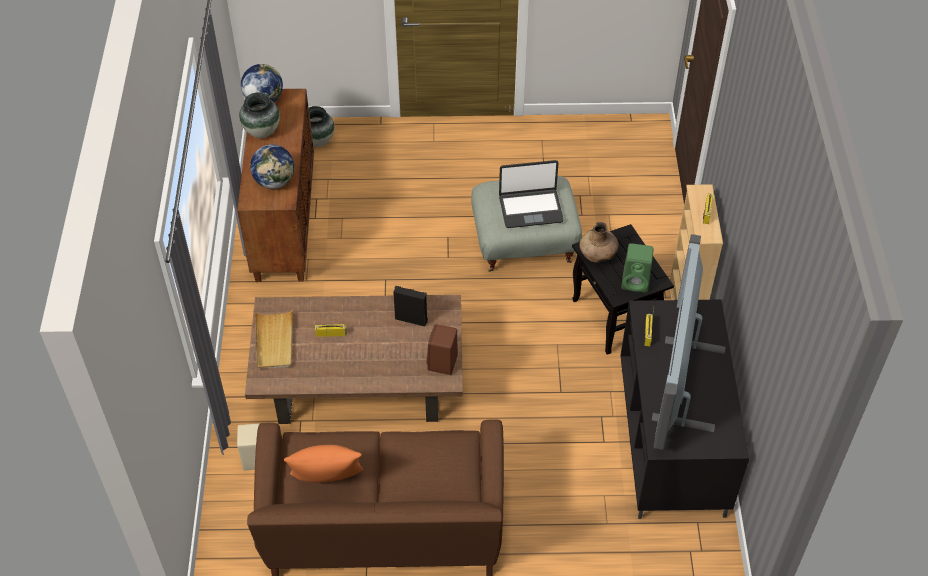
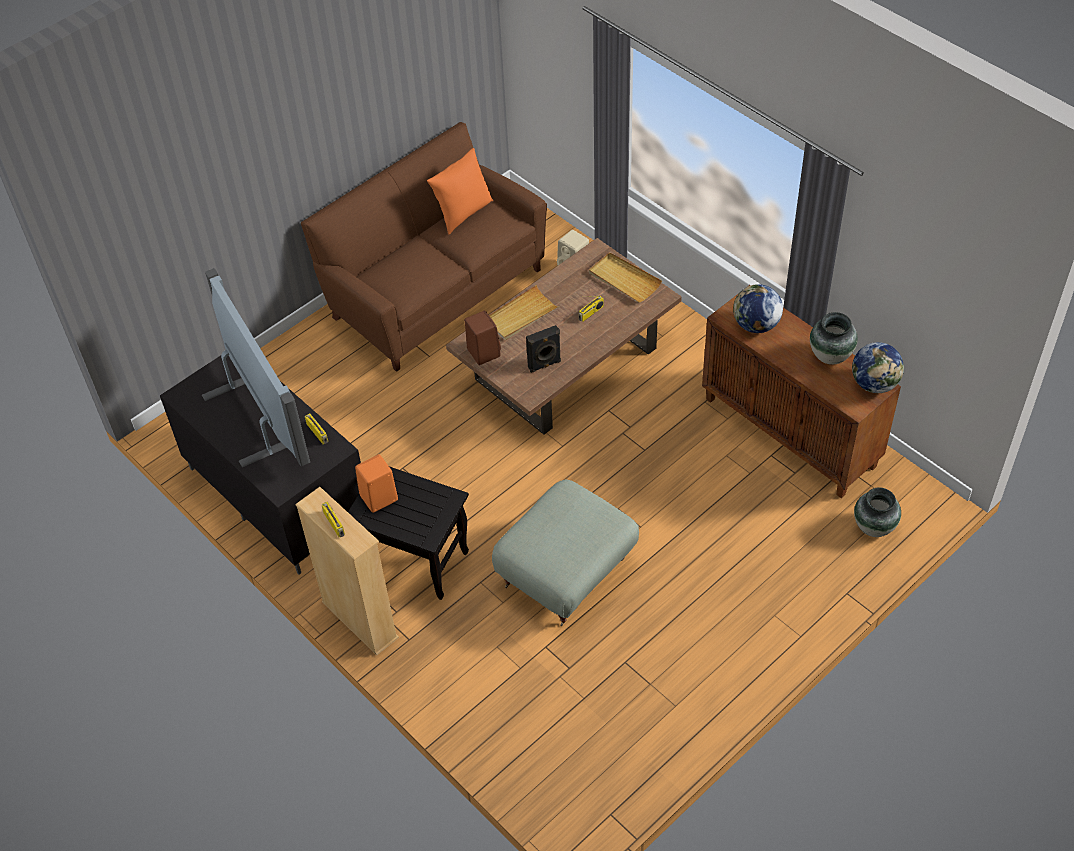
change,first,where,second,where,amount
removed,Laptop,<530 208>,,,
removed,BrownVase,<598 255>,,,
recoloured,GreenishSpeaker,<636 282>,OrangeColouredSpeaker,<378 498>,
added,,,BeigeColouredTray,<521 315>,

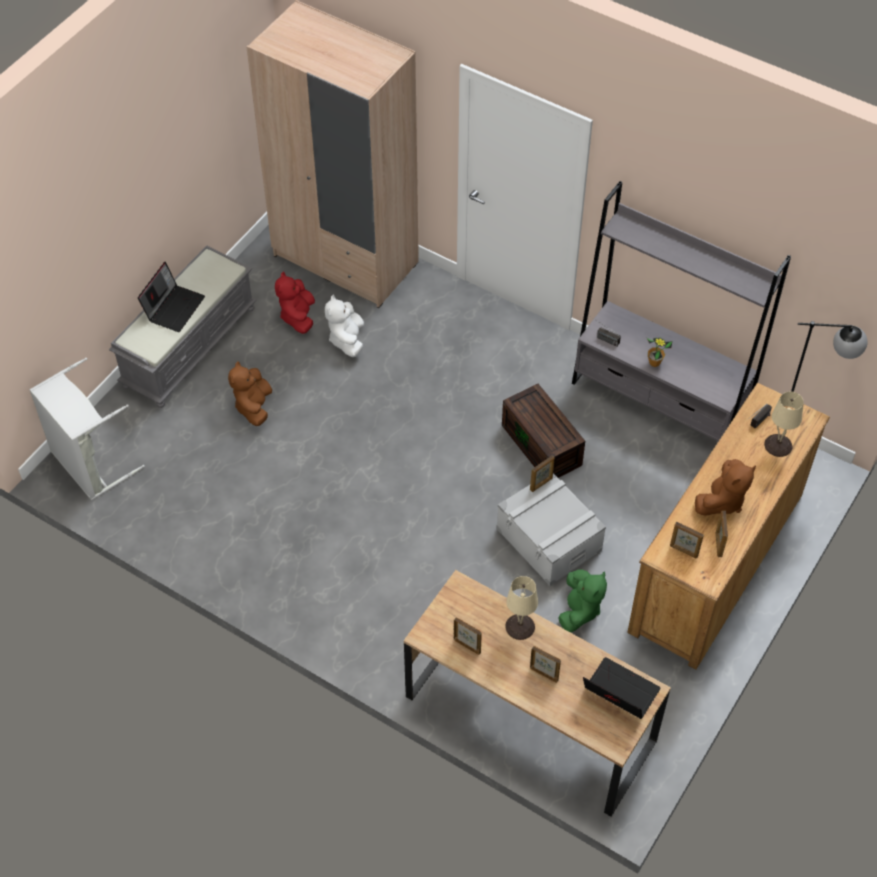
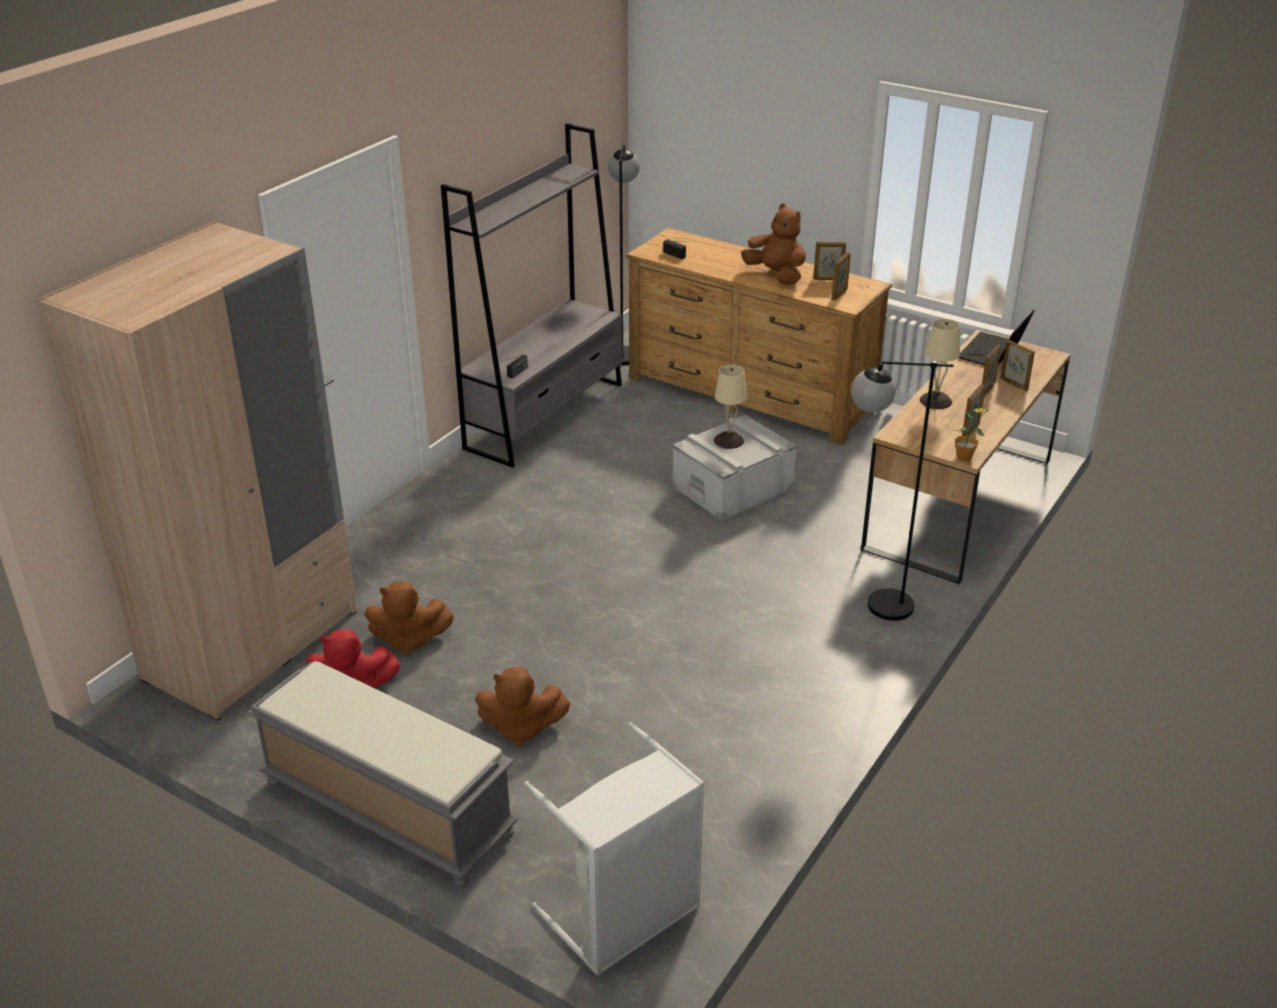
change,first,where,second,where,amount
removed,Laptop,<174 307>,,,
recoloured,WhiteCuddlyToy,<347 340>,BrownCuddlyToy,<409 640>,
moved,PottedPlant,<654 363>,,<964 457>,
removed,BrownStorageBox,<543 445>,,,
moved,BeigeColouredLampForATable,<778 445>,,<728 440>,
moved,PhotoFrame,<541 484>,,<1014 384>,
removed,GreenishCuddlyToy,<579 610>,,,
added,,,BlackFloorLamp,<873 605>,

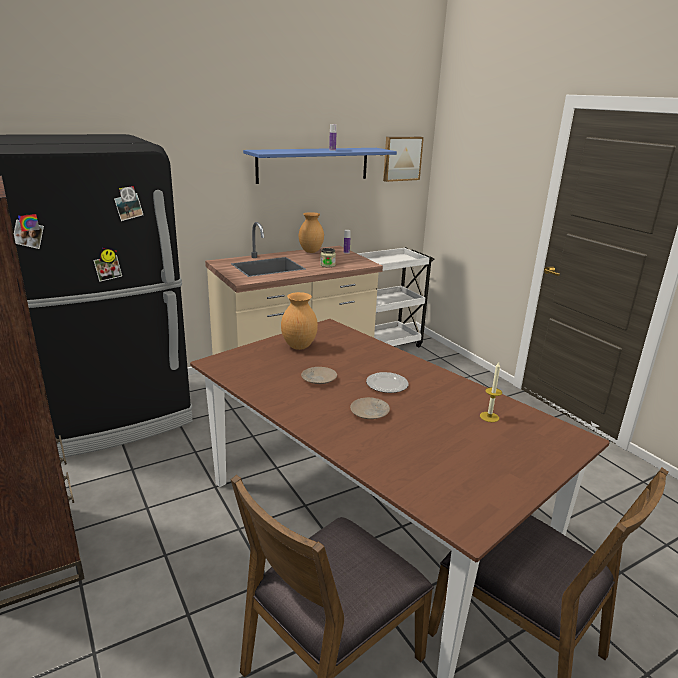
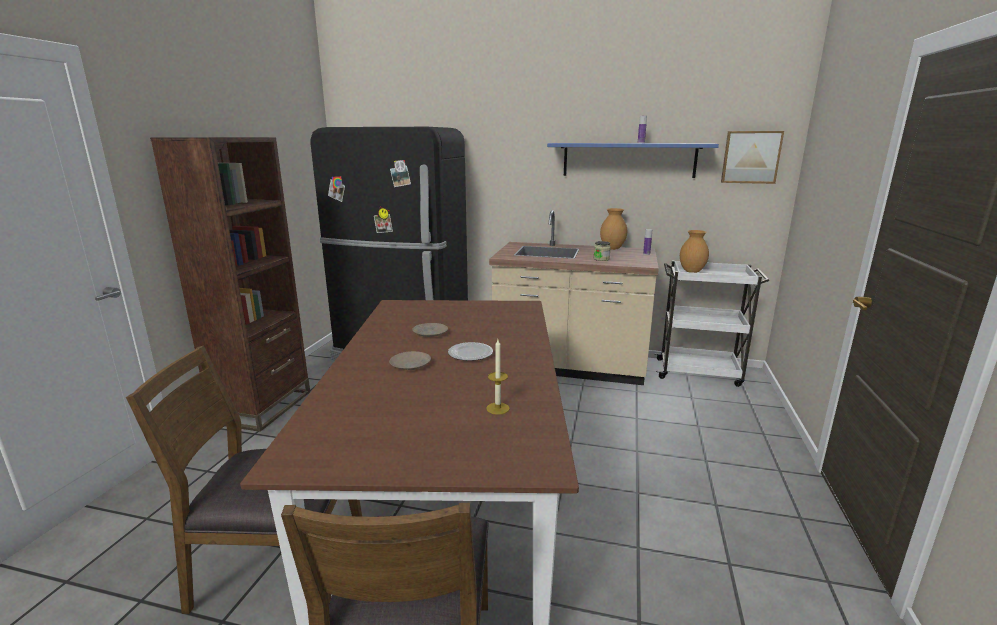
change,first,where,second,where,amount
moved,BrownVase,<299 346>,,<692 271>,

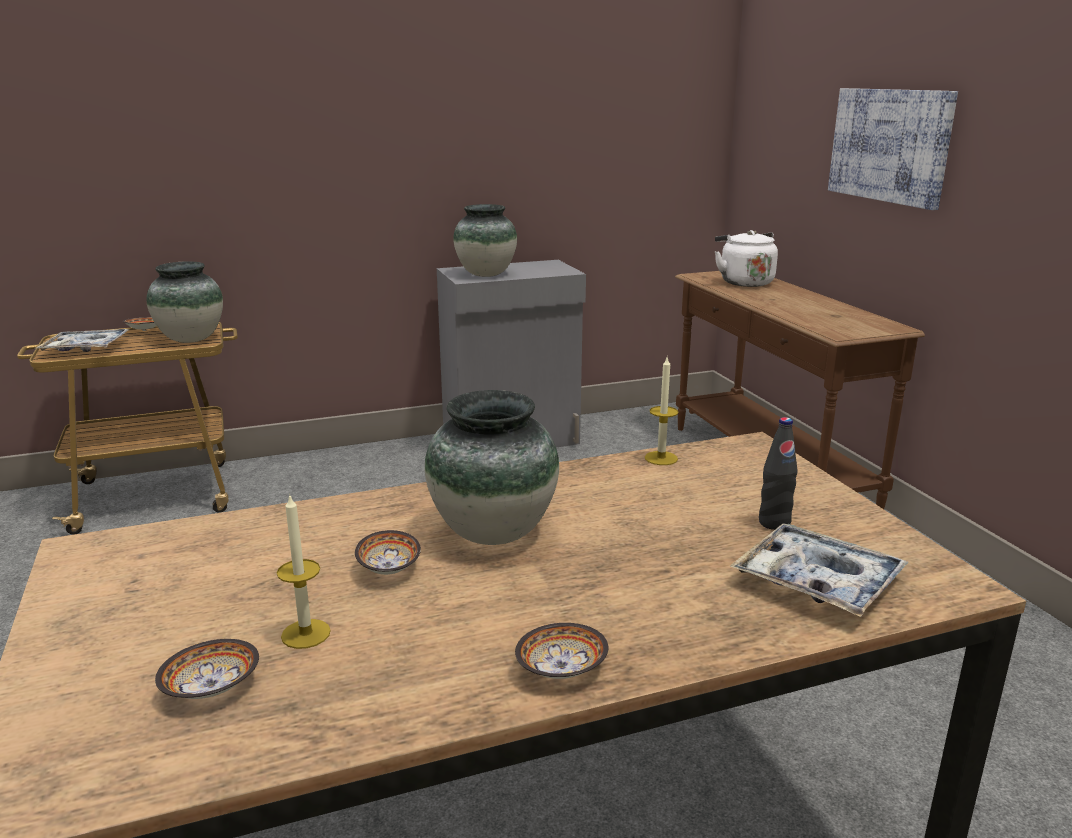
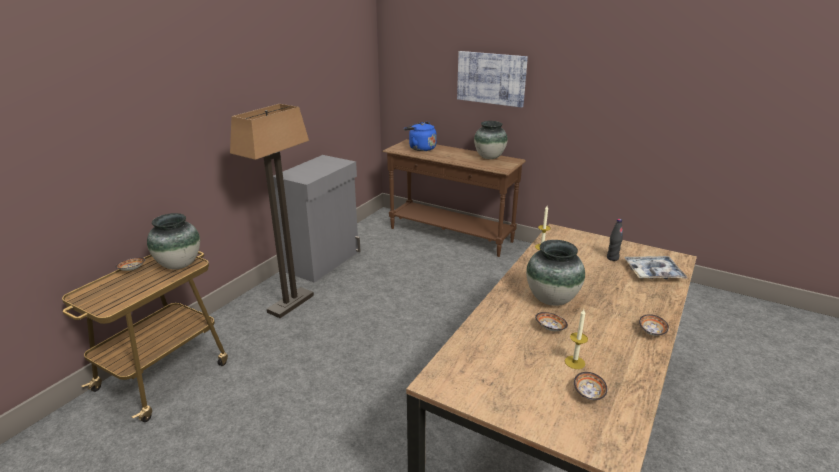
change,first,where,second,where,amount
moved,Vase,<485 274>,,<489 157>,
recoloured,WhiteTeaKettle,<744 282>,BlueColouredTeaKettle,<420 148>,
removed,Tray,<86 348>,,,
added,,,FloorLamp,<291 303>,

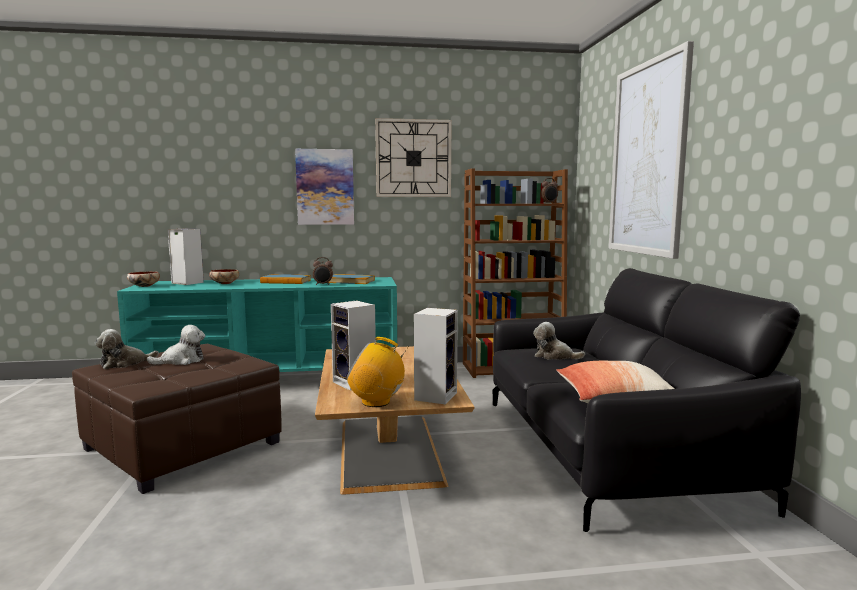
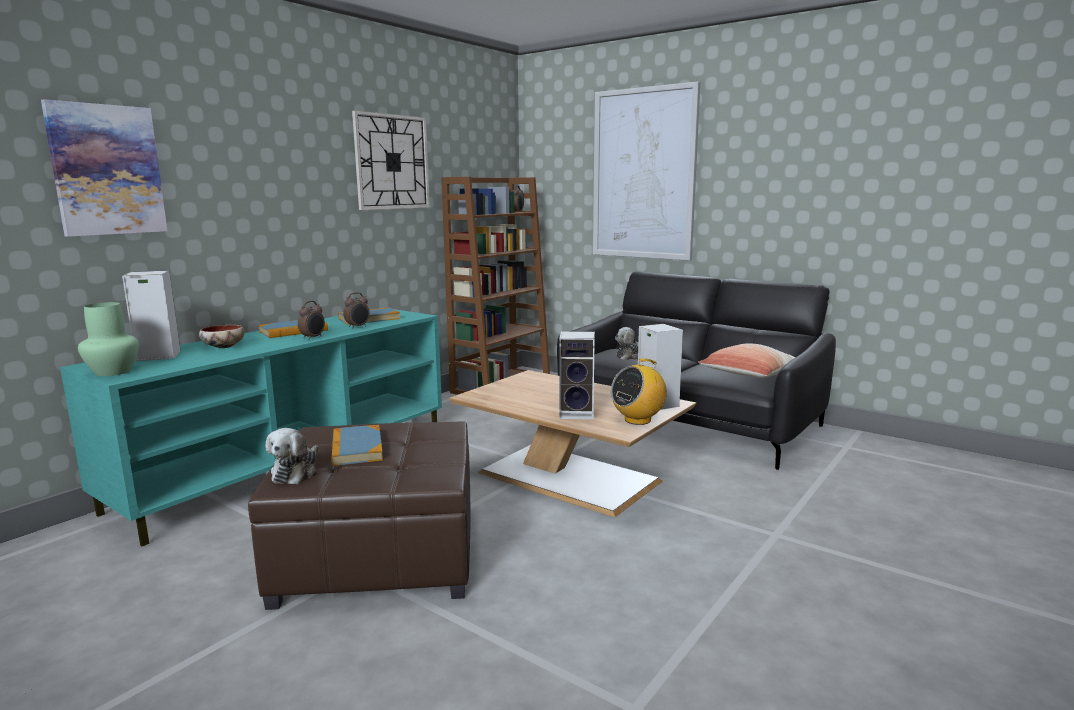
change,first,where,second,where,amount
moved,Picture,<325 187>,,<107 170>,
replaced,Bowl,<144 286>,GreenishVase,<114 372>,
replaced,CuddlyToy,<181 361>,Volume,<357 448>,
added,,,BedsideClock,<313 338>,

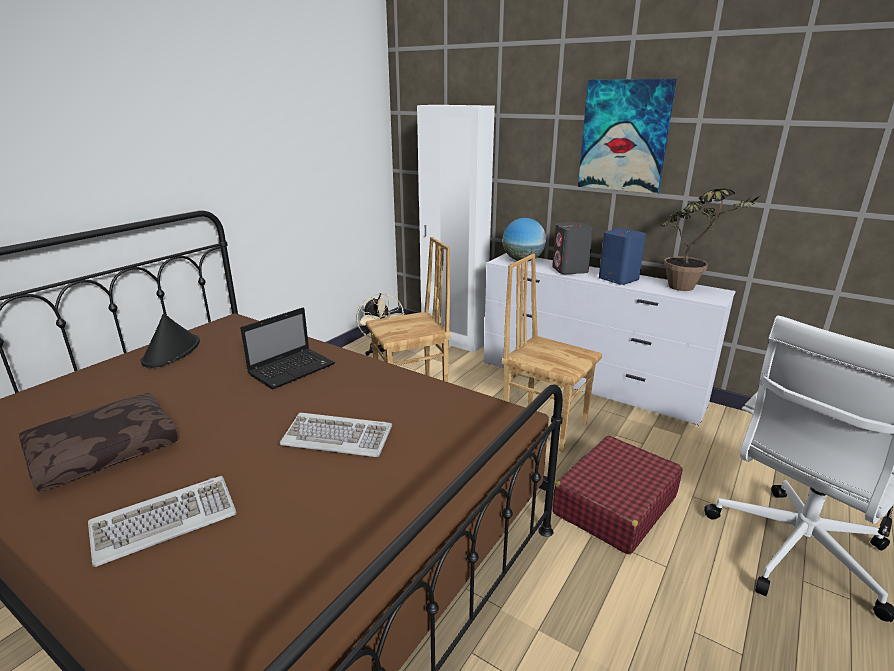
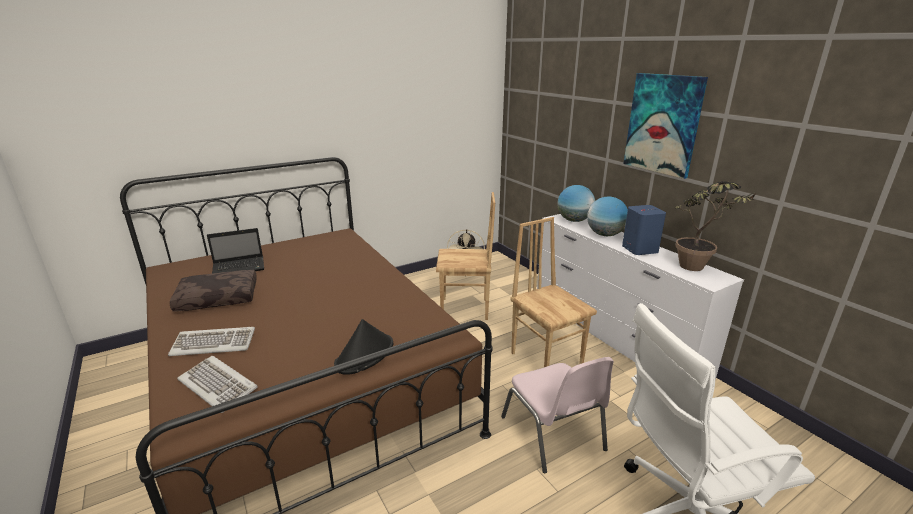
change,first,where,second,where,amount
removed,WhiteWardrobe,<453 341>,,,
replaced,GreySpeaker,<570 270>,WorldGlobe,<605 235>,
moved,Laptop,<293 369>,,<240 267>,
moved,BlackClothingHat,<172 352>,,<365 354>,
moved,Keyboard,<338 437>,,<219 385>,
replaced,ReddishPieceOfLuggage,<614 505>,PinkColouredPlainChair,<553 434>,

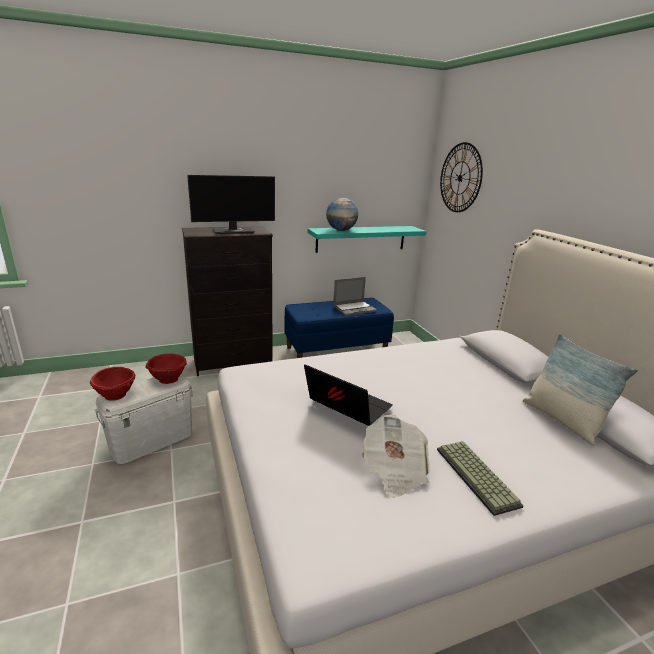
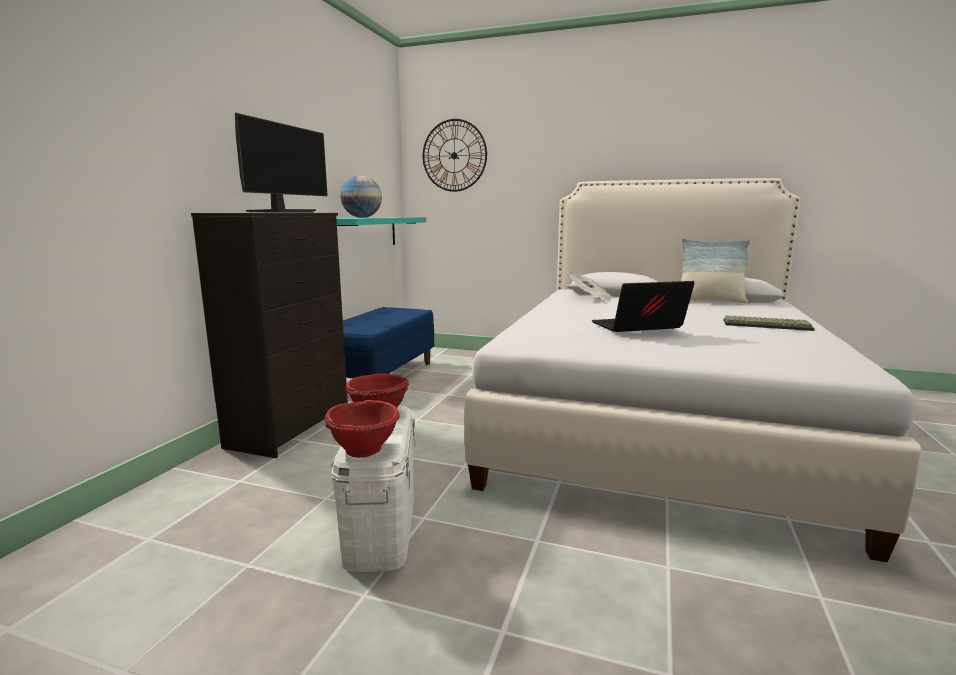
change,first,where,second,where,amount
removed,Laptop,<354 309>,,,
moved,Newspaper,<394 470>,,<590 299>,

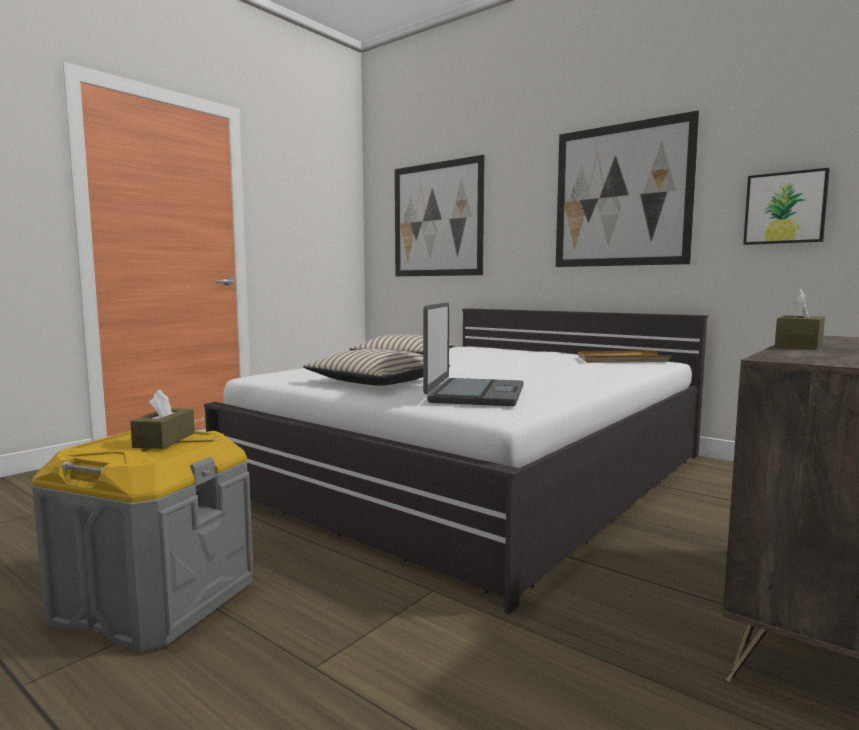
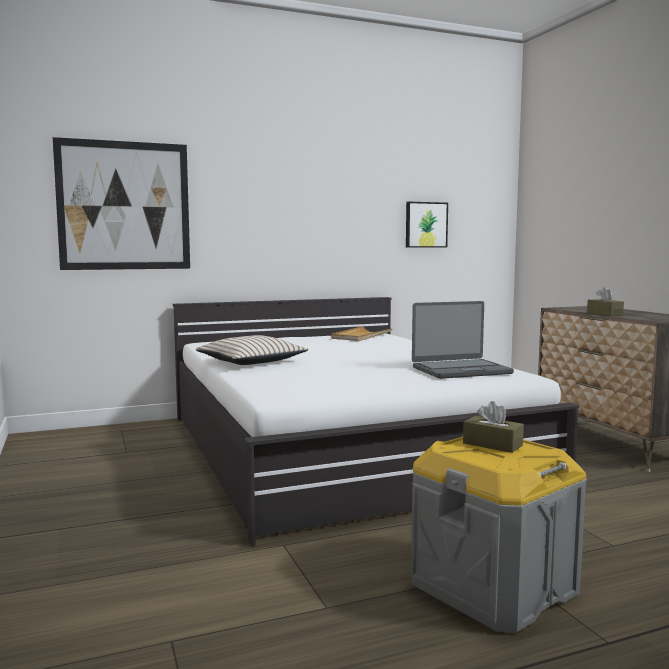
change,first,where,second,where,amount
removed,Picture,<621 195>,,,
turned,Laptop,<475 394>,,<460 370>,120 degrees clockwise
removed,BeigeColouredCushion,<377 381>,,,

